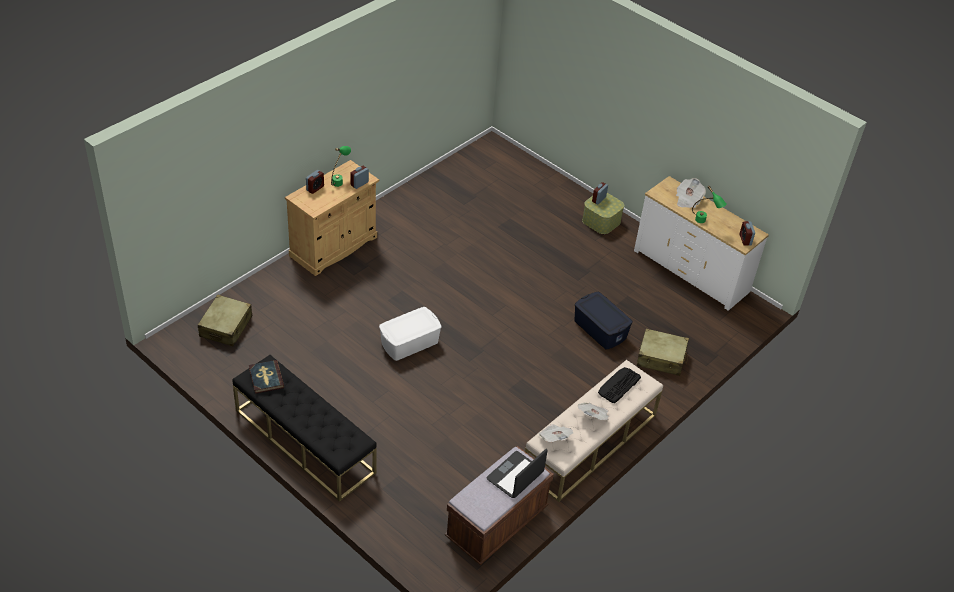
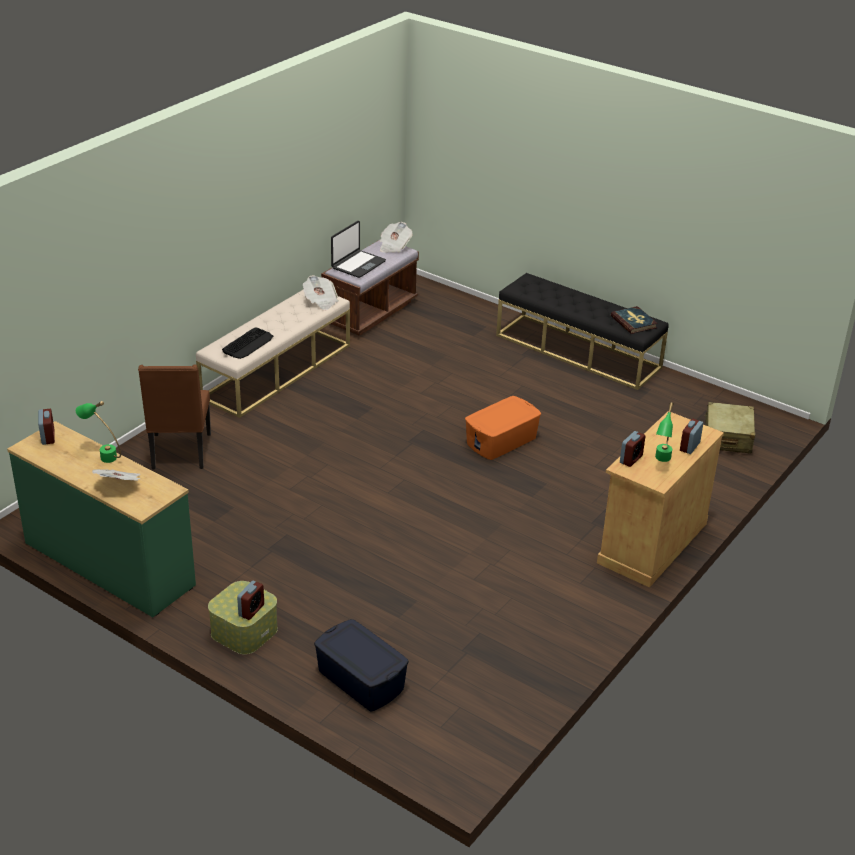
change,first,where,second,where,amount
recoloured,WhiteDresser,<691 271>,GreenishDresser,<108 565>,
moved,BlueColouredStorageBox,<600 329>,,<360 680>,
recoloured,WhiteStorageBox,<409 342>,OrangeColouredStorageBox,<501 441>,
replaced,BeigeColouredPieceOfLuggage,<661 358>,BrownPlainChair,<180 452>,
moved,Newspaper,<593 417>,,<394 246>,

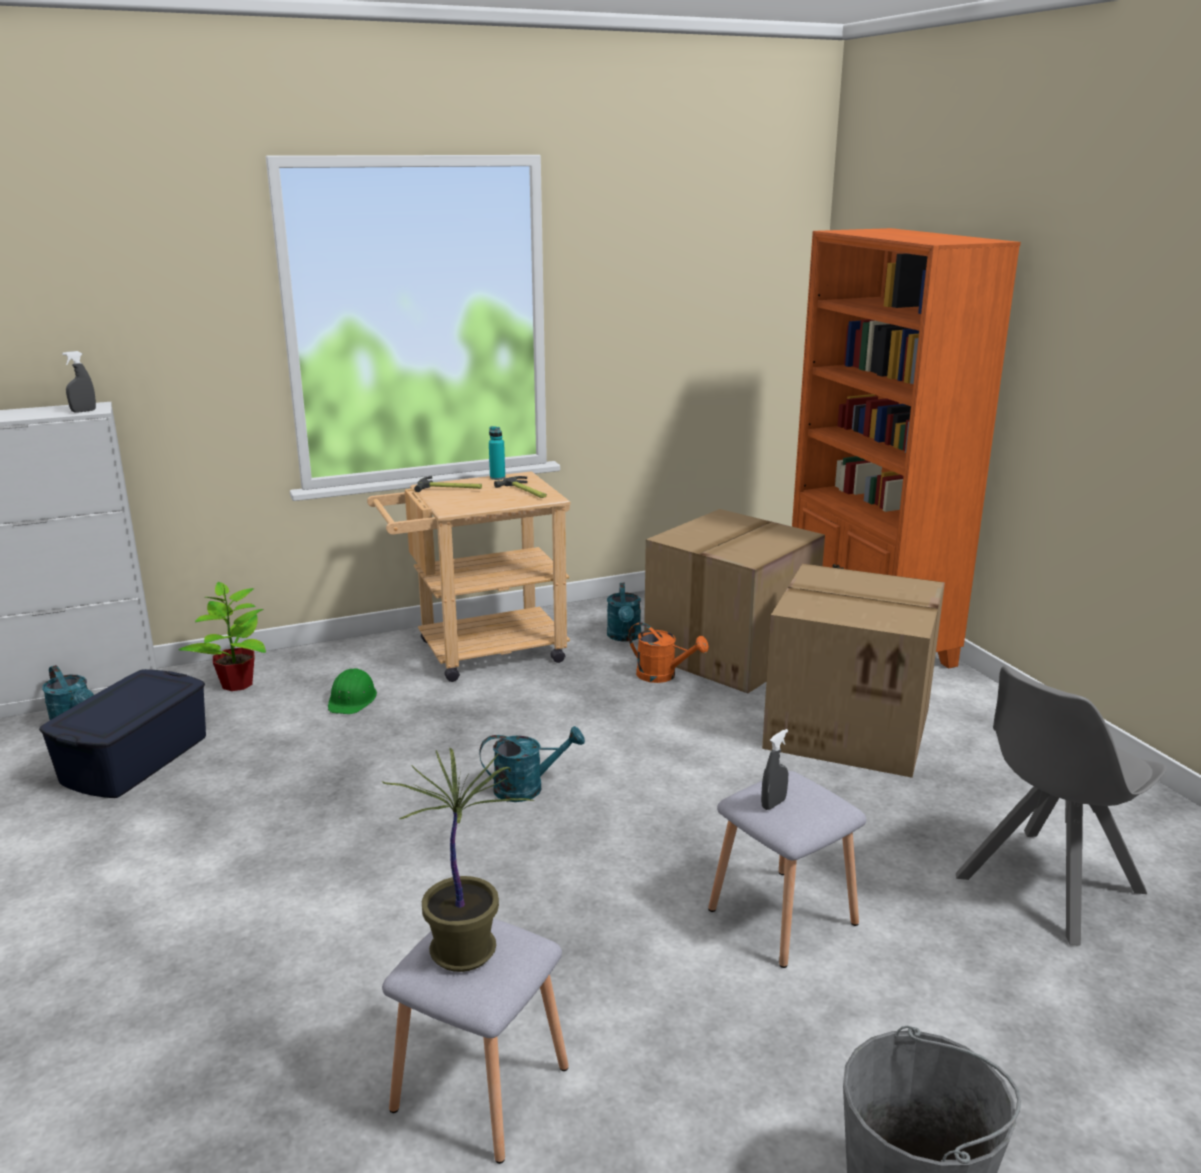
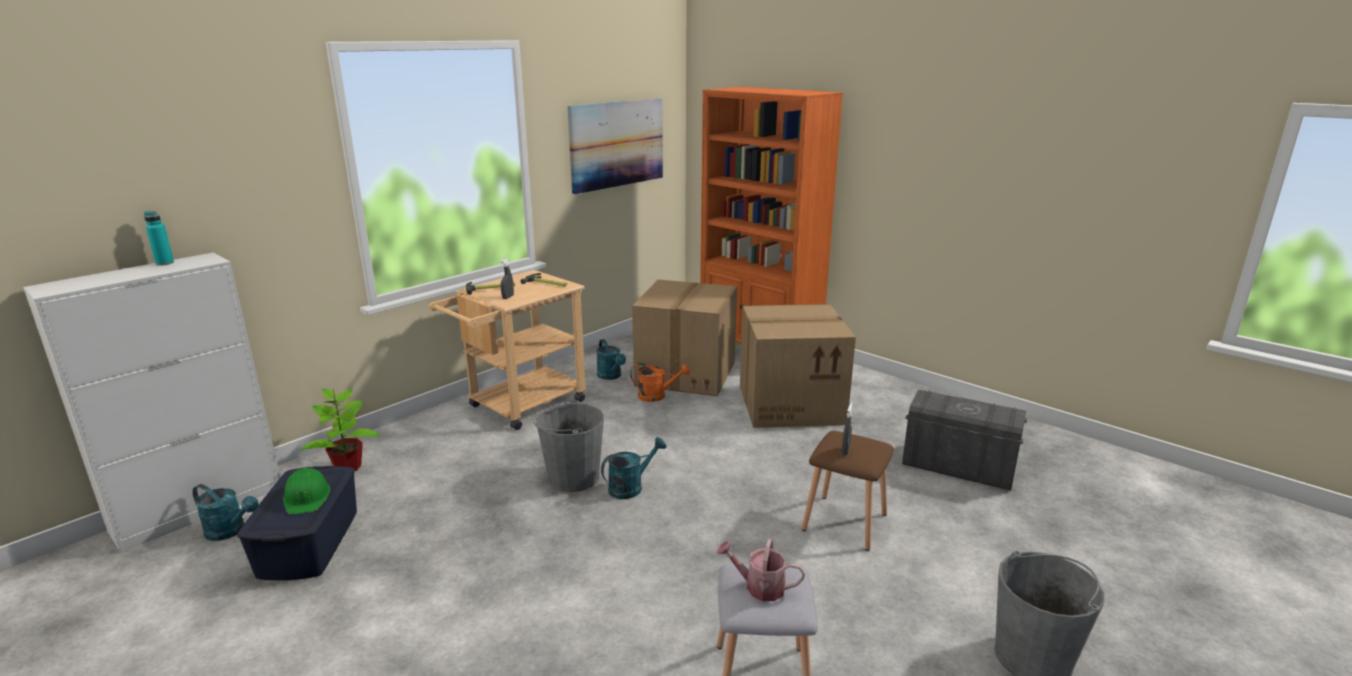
change,first,where,second,where,amount
moved,GreySprayBottle,<83 411>,,<508 297>,
moved,TurquoiseDrinkBottle,<497 477>,,<165 263>,
replaced,GreyPlainChair,<1046 886>,GreyStorageBox,<957 467>,
moved,GreenishSafetyHelmet,<352 699>,,<307 497>,
replaced,PottedPlant,<464 950>,WateringCan,<759 587>,
recoloured,GreySittingStool,<785 917>,BrownSittingStool,<846 522>,
added,,,Picture,<617 144>,
added,,,GreyPail,<573 477>,

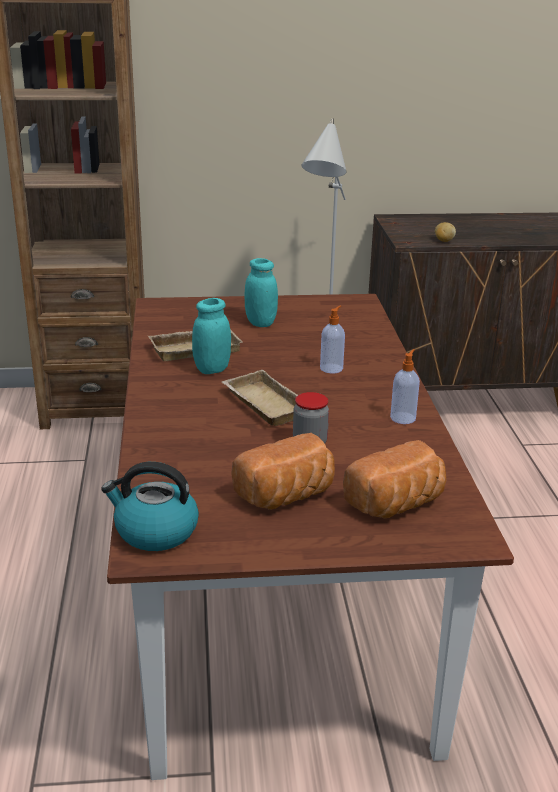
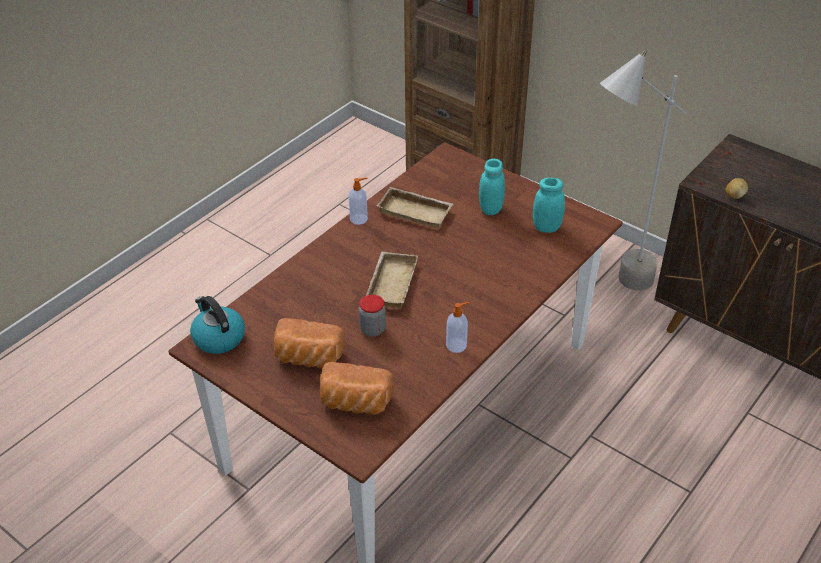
change,first,where,second,where,amount
moved,TurquoisePreserveJar,<212 369>,,<546 227>,
moved,SoapDispenser,<331 368>,,<359 219>,

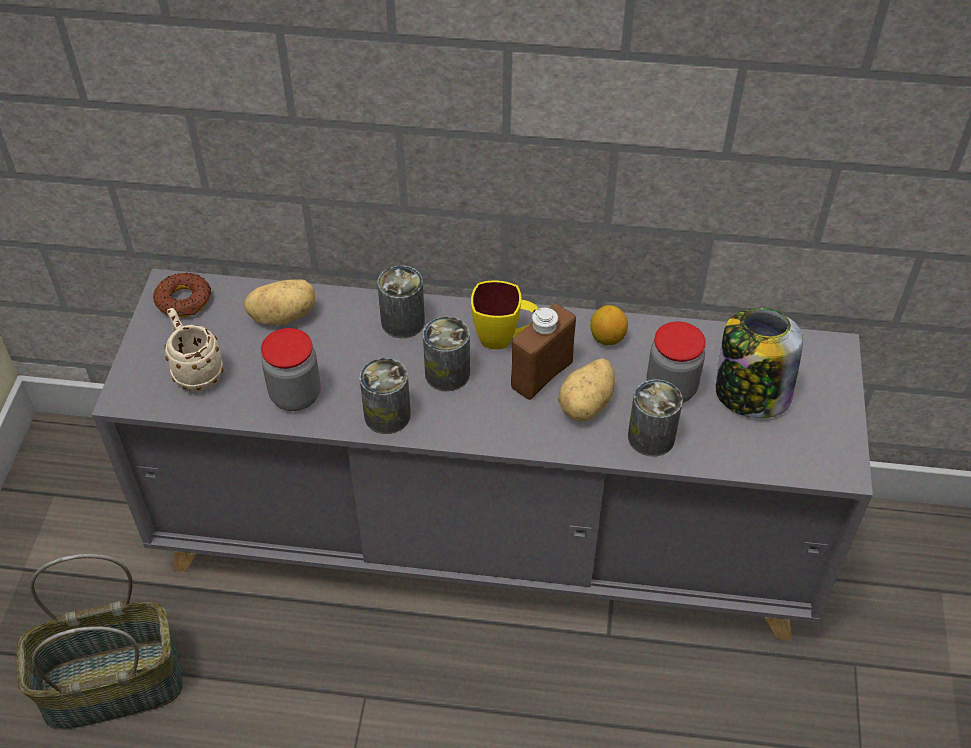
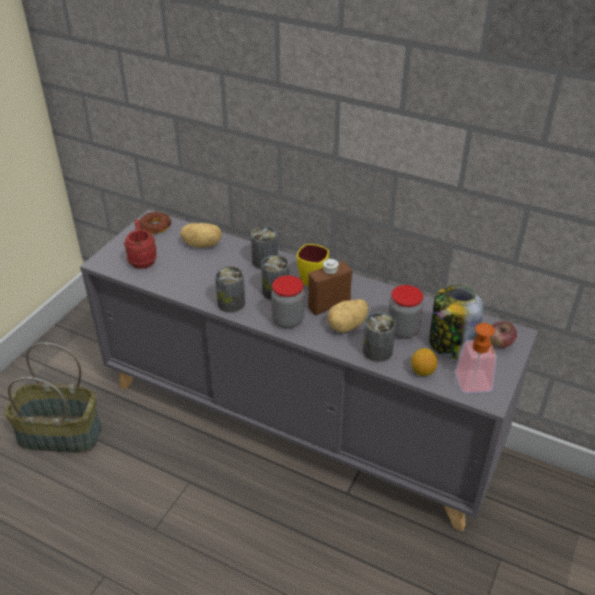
change,first,where,second,where,amount
moved,WholeLemon,<607 338>,,<422 371>,
recoloured,BeigeColouredMug,<195 371>,ReddishMug,<142 259>,
moved,PreserveJar,<295 395>,,<288 320>,
added,,,AppleFruit,<500 343>,
added,,,SoapDispenser,<474 387>,

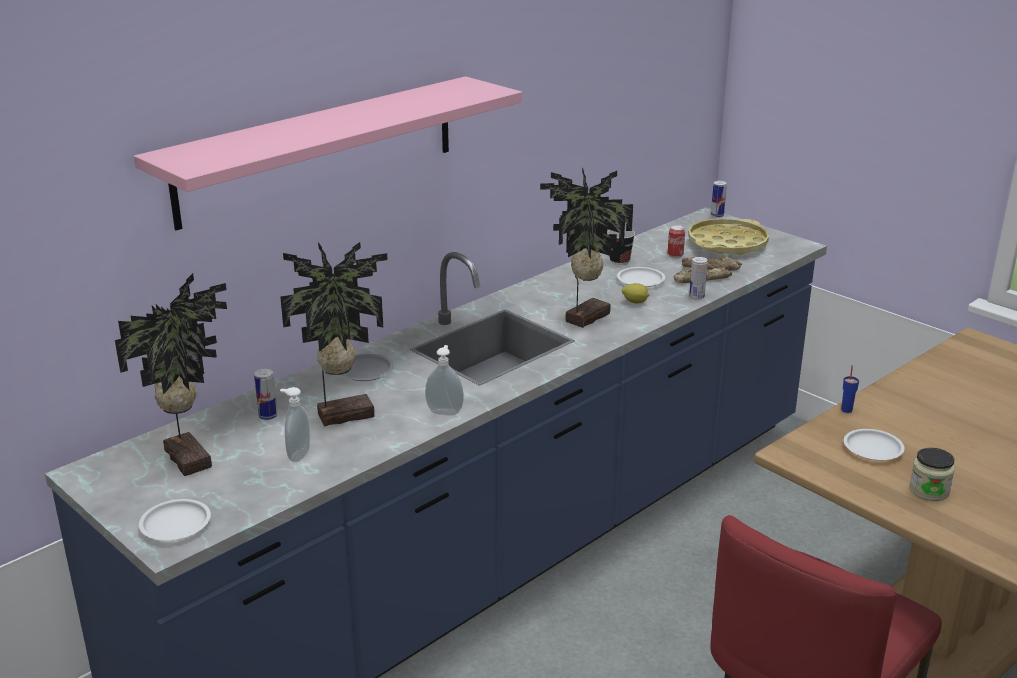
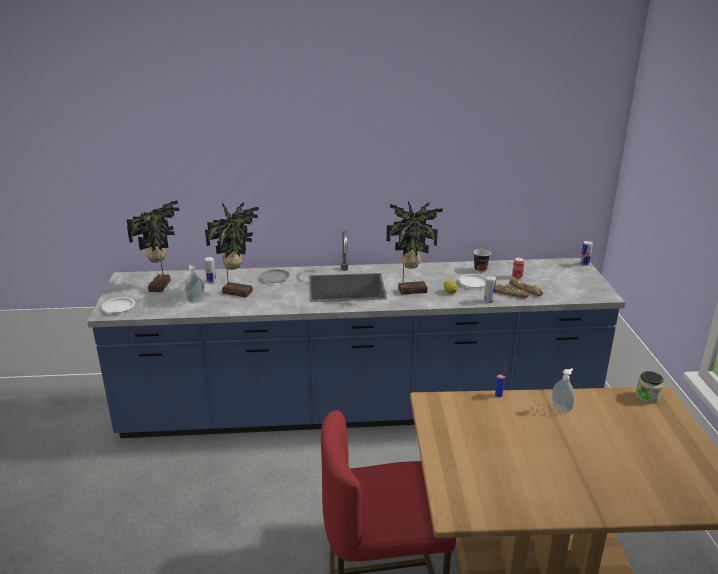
change,first,where,second,where,amount
removed,PinkColouredShelf,<320 149>,,,
removed,YellowColouredTray,<727 244>,,,
moved,SoapDispenser,<445 411>,,<561 408>,
removed,WhiteDinnerPlate,<872 449>,,,
moved,PreserveJar,<929 491>,,<647 397>,

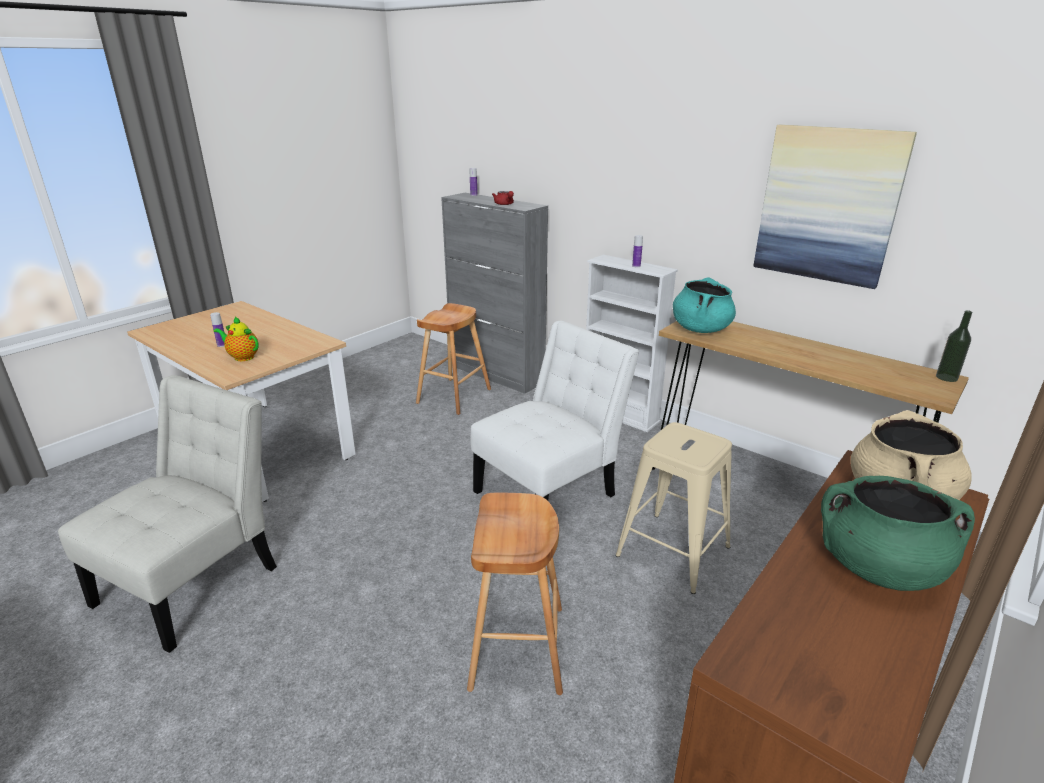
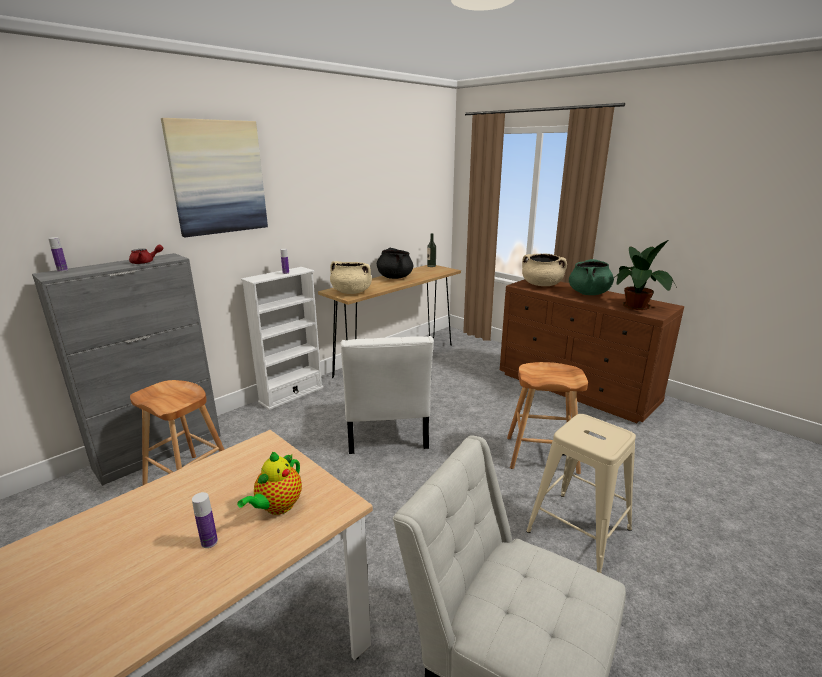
change,first,where,second,where,amount
moved,Picture,<828 205>,,<218 177>,
recoloured,TurquoiseStockpot,<700 329>,BeigeColouredStockpot,<351 292>,
turned,WhitePlainChair,<550 490>,,<386 433>,150 degrees counterclockwise
moved,BeigeColouredSittingStool,<673 552>,,<579 530>,
added,,,PottedPlant,<637 307>,
added,,,BlackStockpot,<395 277>,

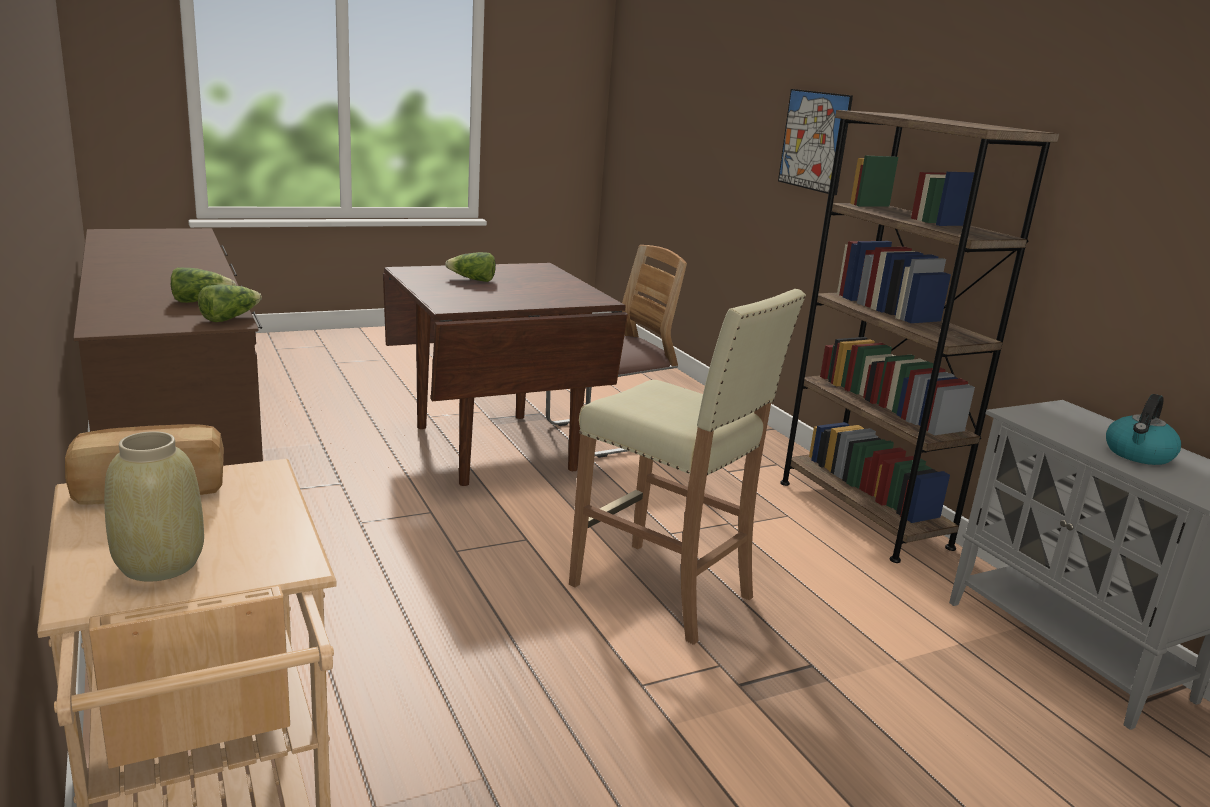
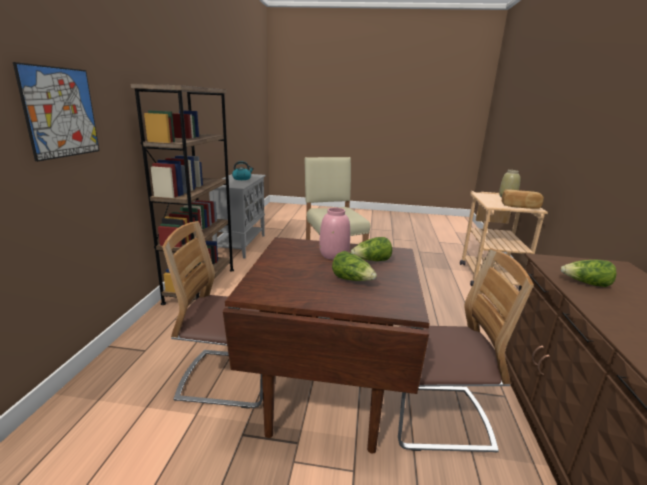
change,first,where,second,where,amount
moved,Lettuce,<230 318>,,<371 261>,
added,,,PinkColouredVase,<334 255>,
added,,,PlainChair,<435 417>,

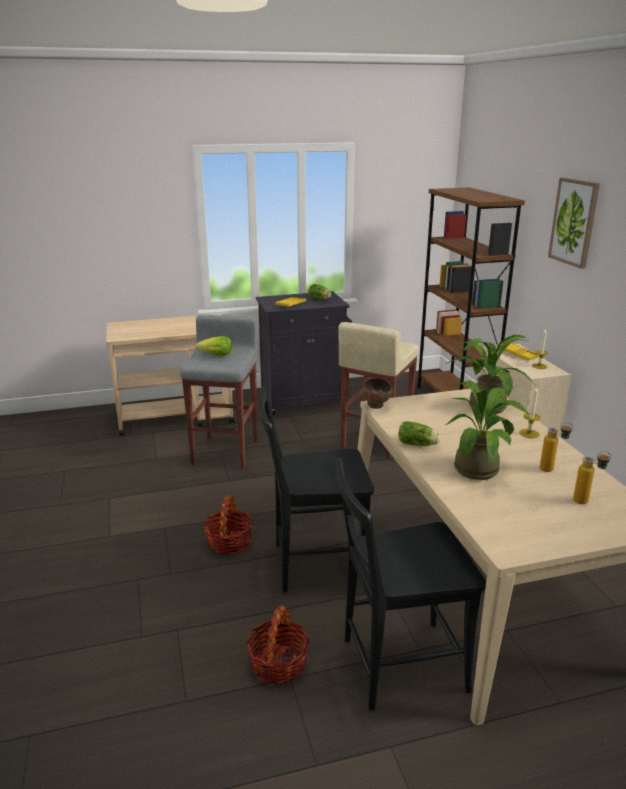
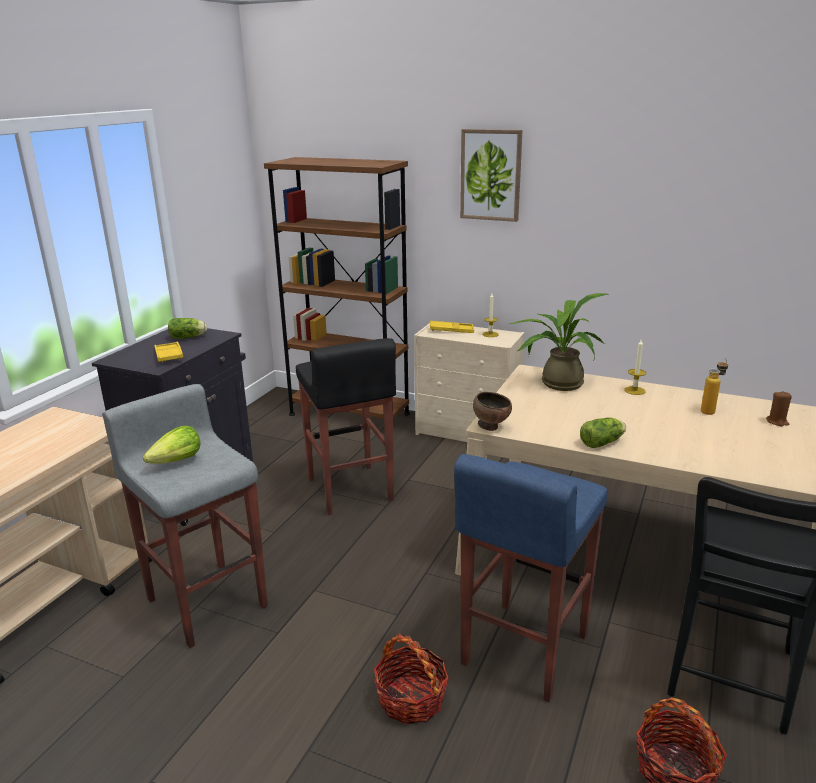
change,first,where,second,where,amount
recoloured,BeigeColouredSittingStool,<374 441>,BlackSittingStool,<349 490>,
removed,PottedPlant,<479 468>,,,
replaced,BlackPlainChair,<314 564>,BlueColouredSittingStool,<522 650>,
replaced,DrinkBottle,<586 501>,BrownWaxCandle,<777 422>,

